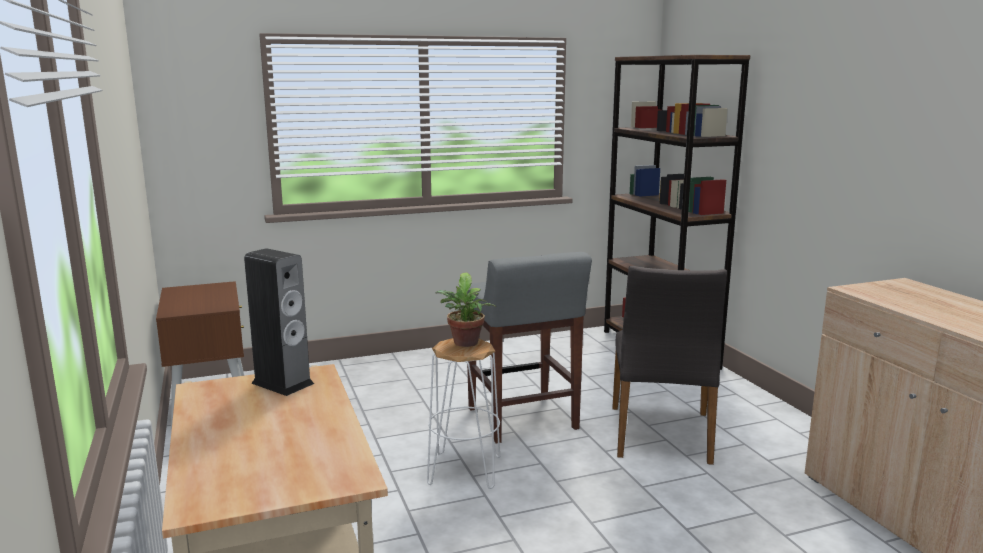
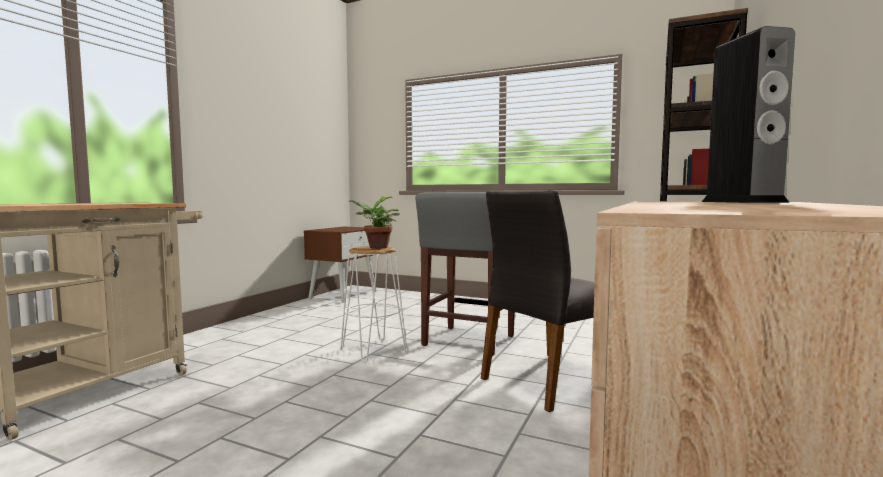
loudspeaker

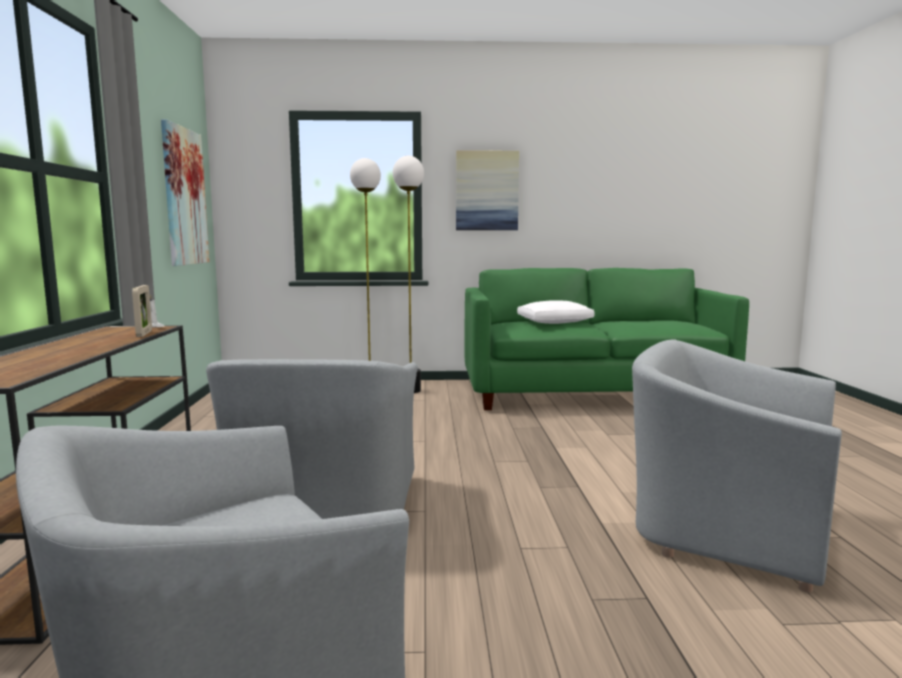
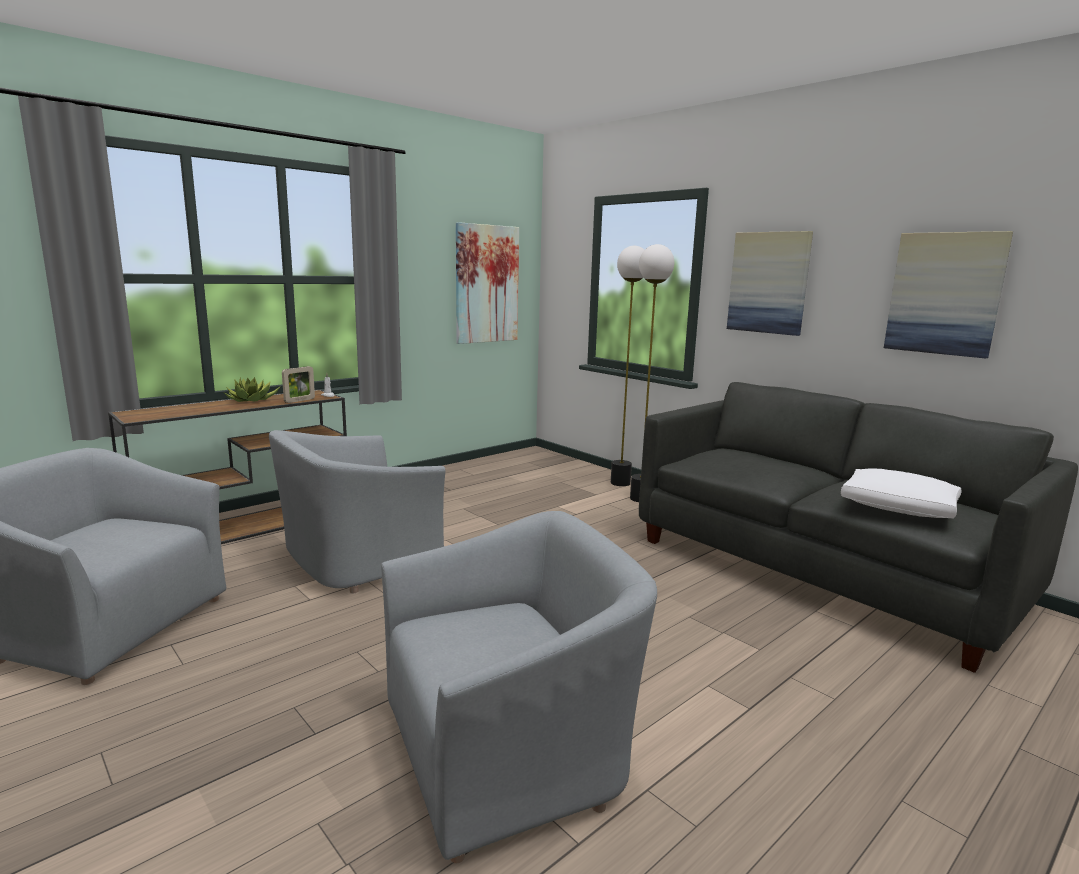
plant in a pot
wall picture (3rd from left)
whitish cushion
gray couch
gray lounge chair (3rd from left)

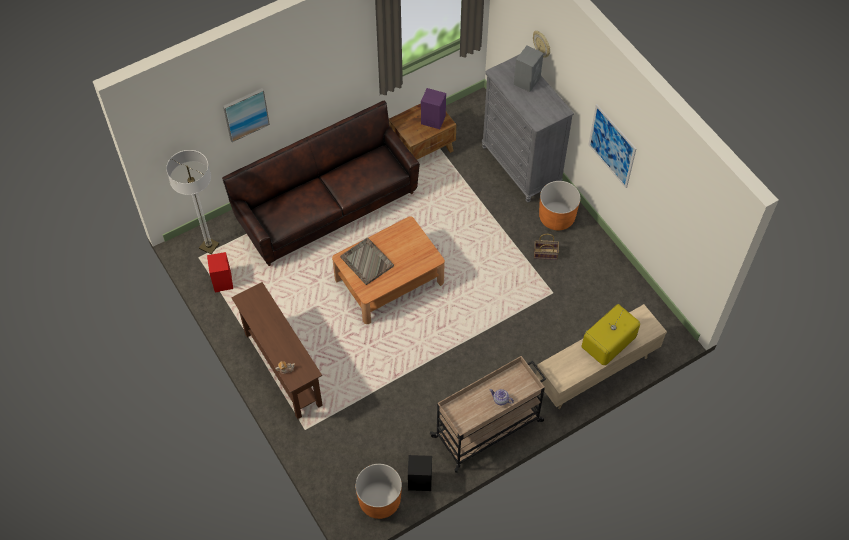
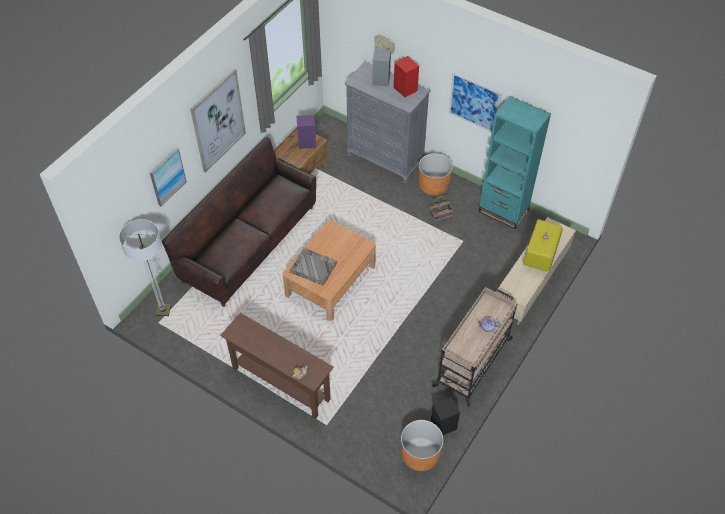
wall picture (2nd from left)
turquoise-coloured shelving unit
red loudspeaker

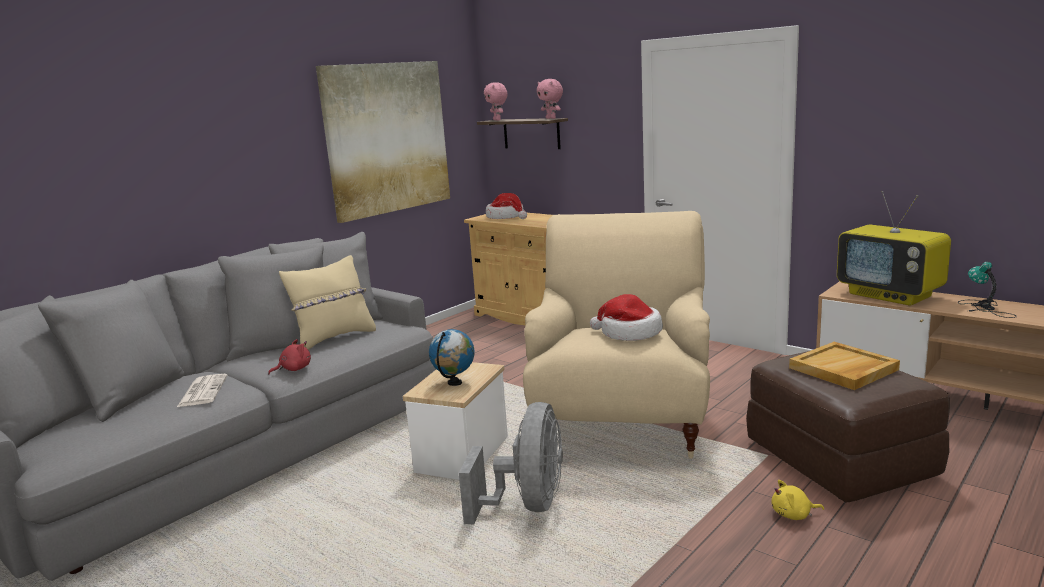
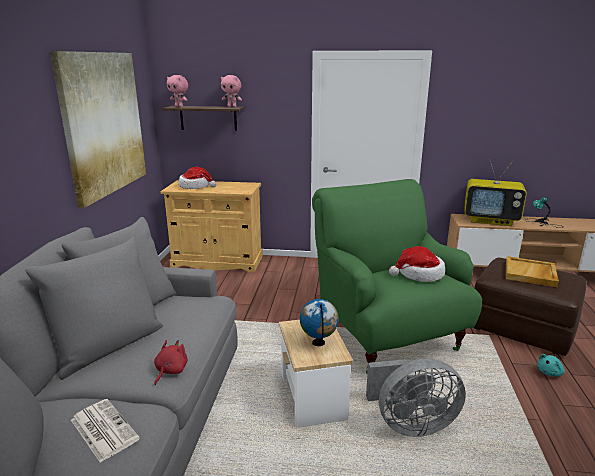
beige-coloured cushion
green-coloured lounge chair
turquoise-coloured plush toy
gray cooling fan

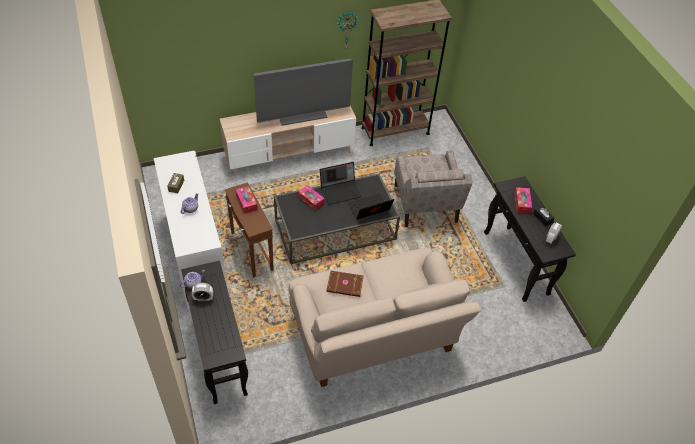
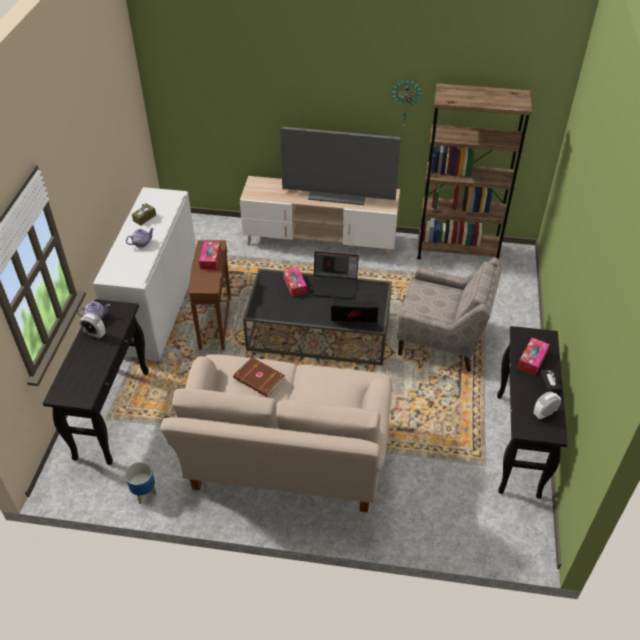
planter
beige-coloured lounge chair

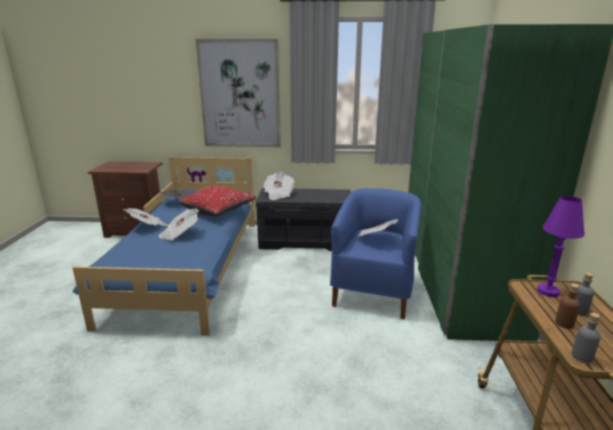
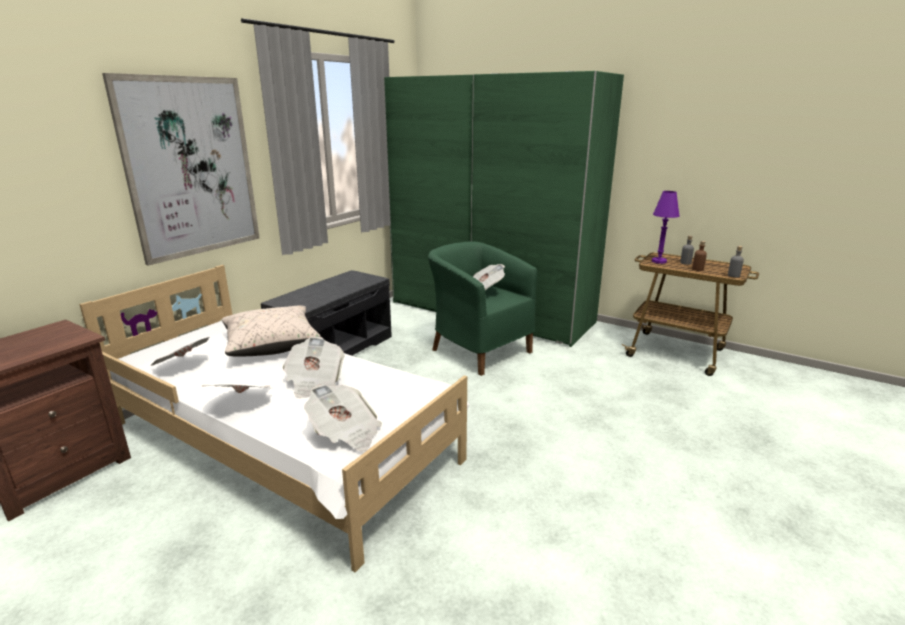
newspaper (4th from left)
whitish bedroom bed
beige-coloured cushion
green-coloured lounge chair

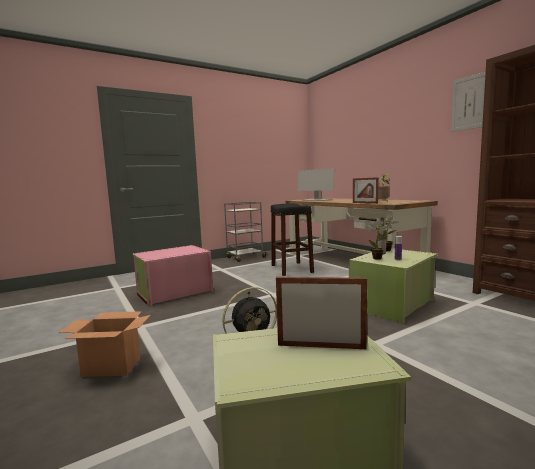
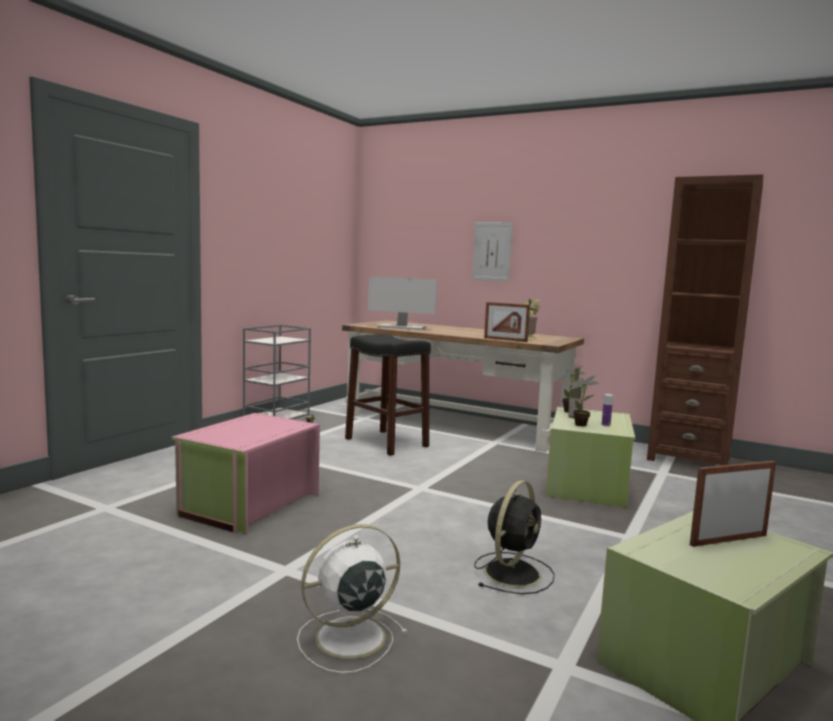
wall picture
whitish cooling fan

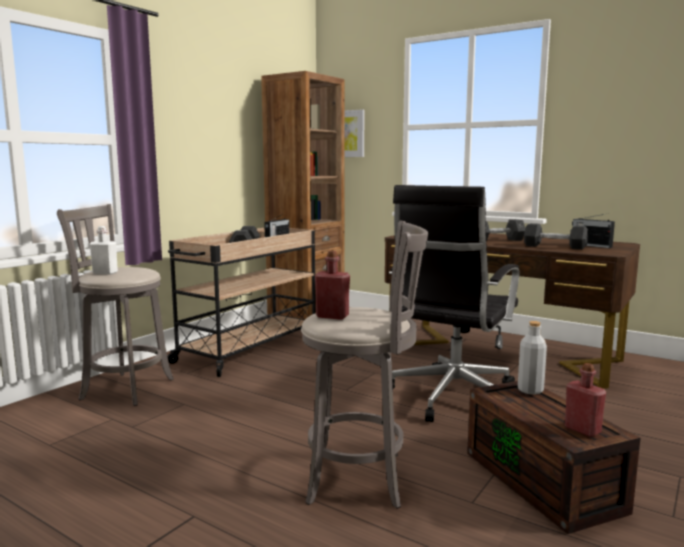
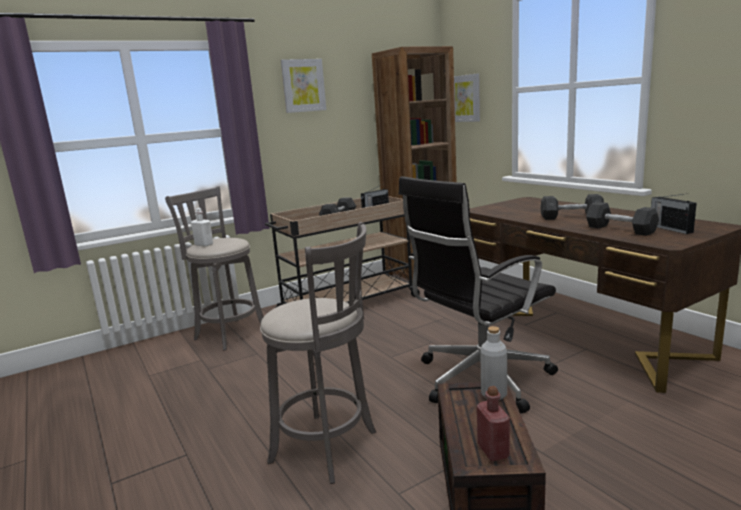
red drink bottle (1st from left in the first image)
wall picture (1st from left)

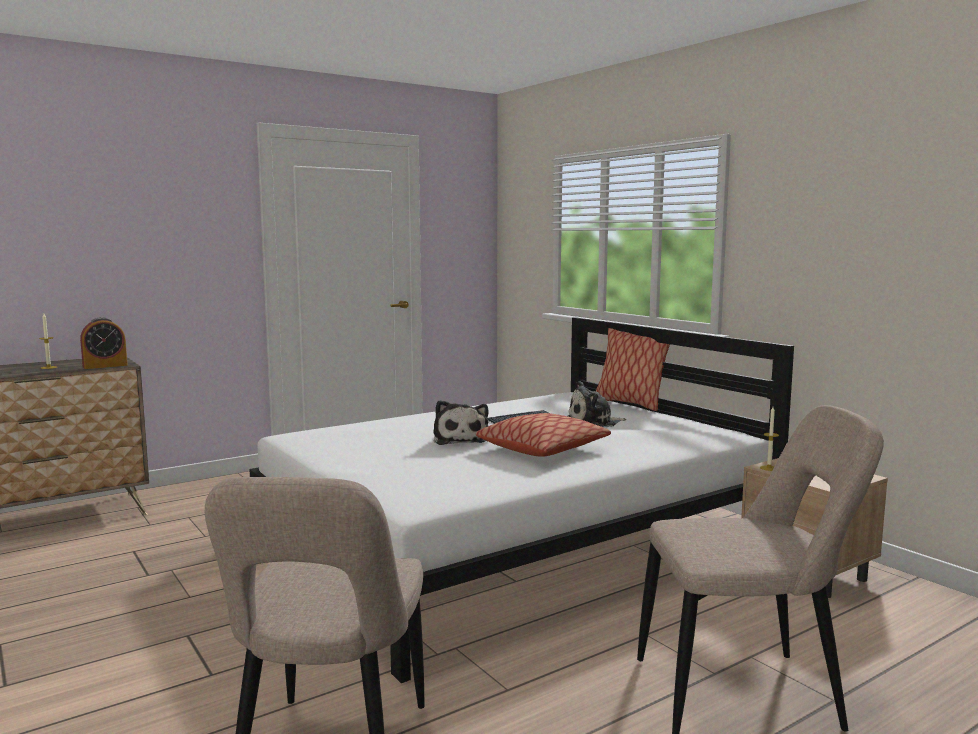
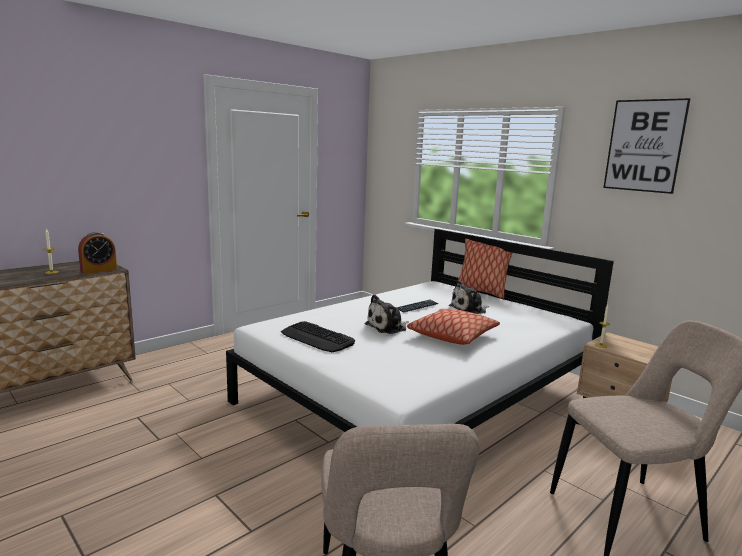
computer keyboard (1st from left)
wall picture
plush toy (1st from left)

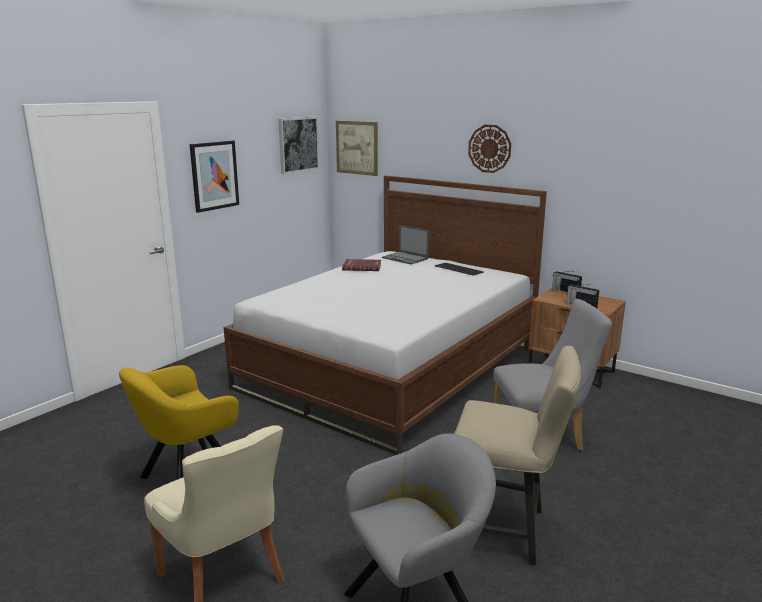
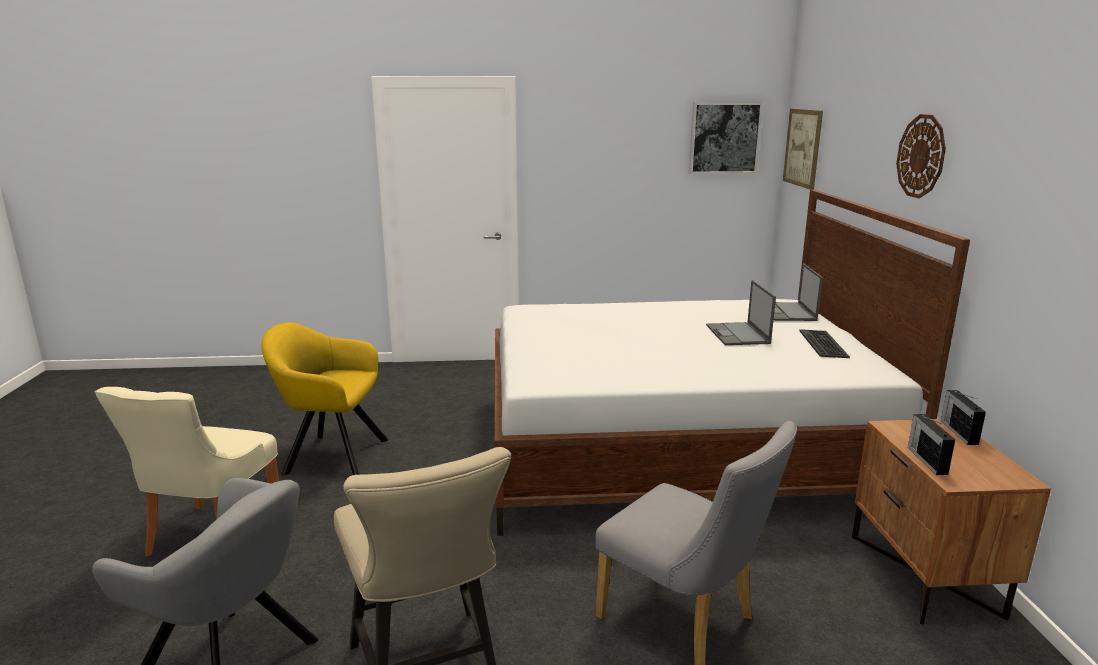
wall picture (1st from left in the first image)
red volume
notebook computer (1st from left)

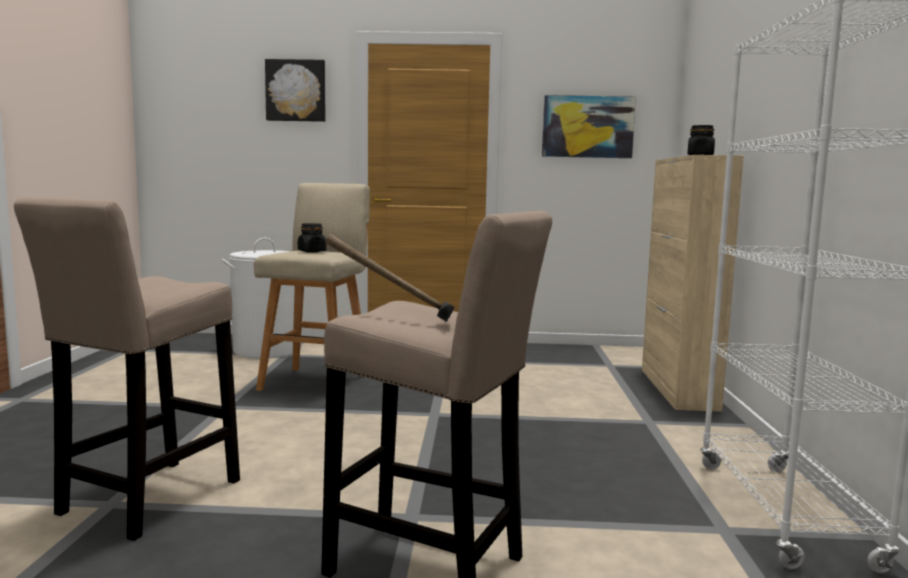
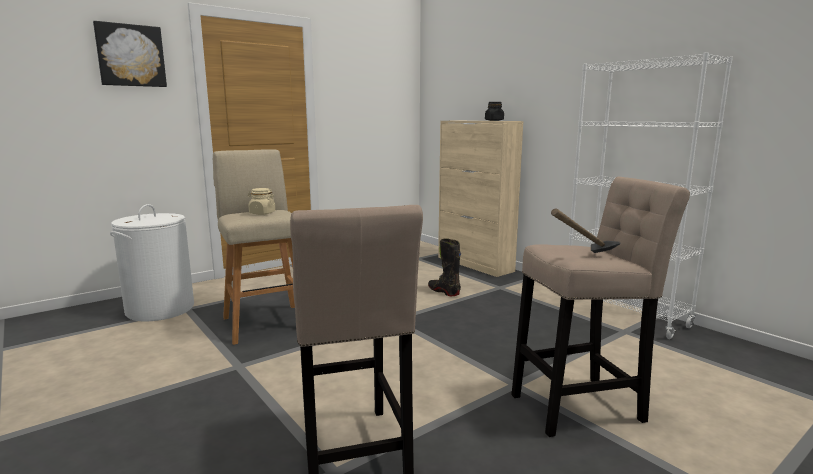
wall picture (2nd from left in the first image)
black-coloured boot
beige-coloured storage jar

